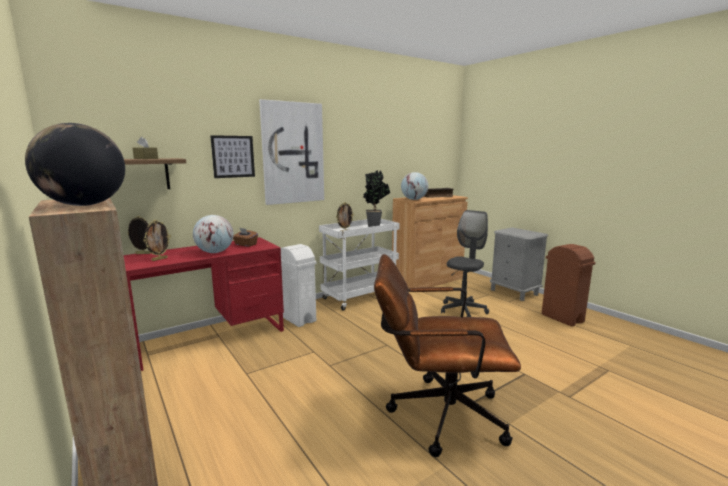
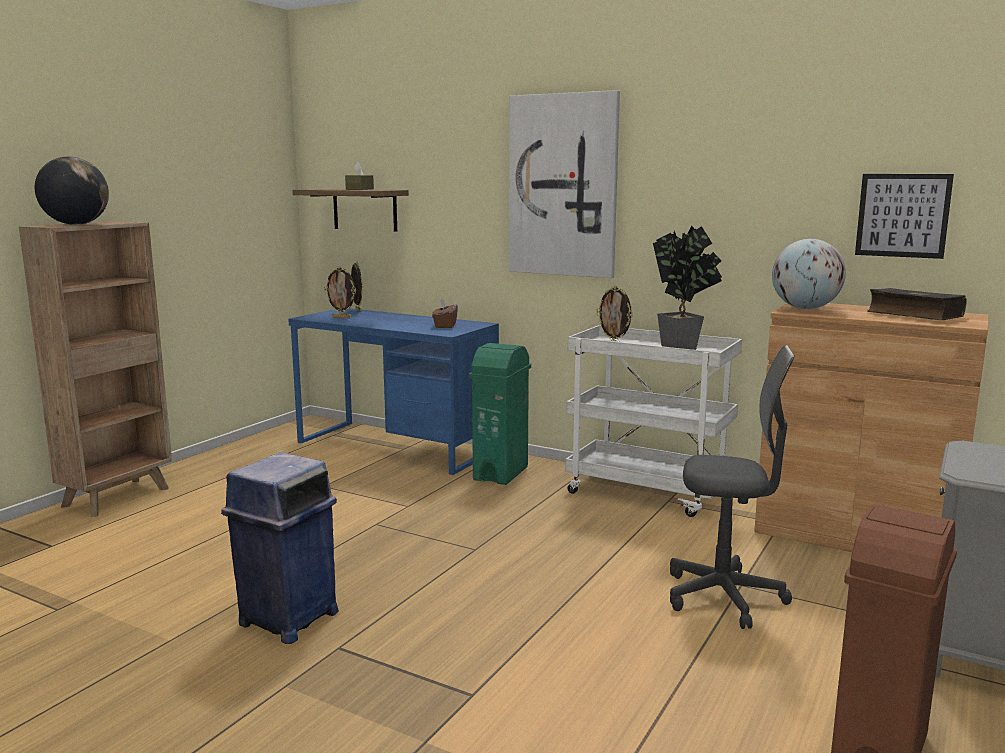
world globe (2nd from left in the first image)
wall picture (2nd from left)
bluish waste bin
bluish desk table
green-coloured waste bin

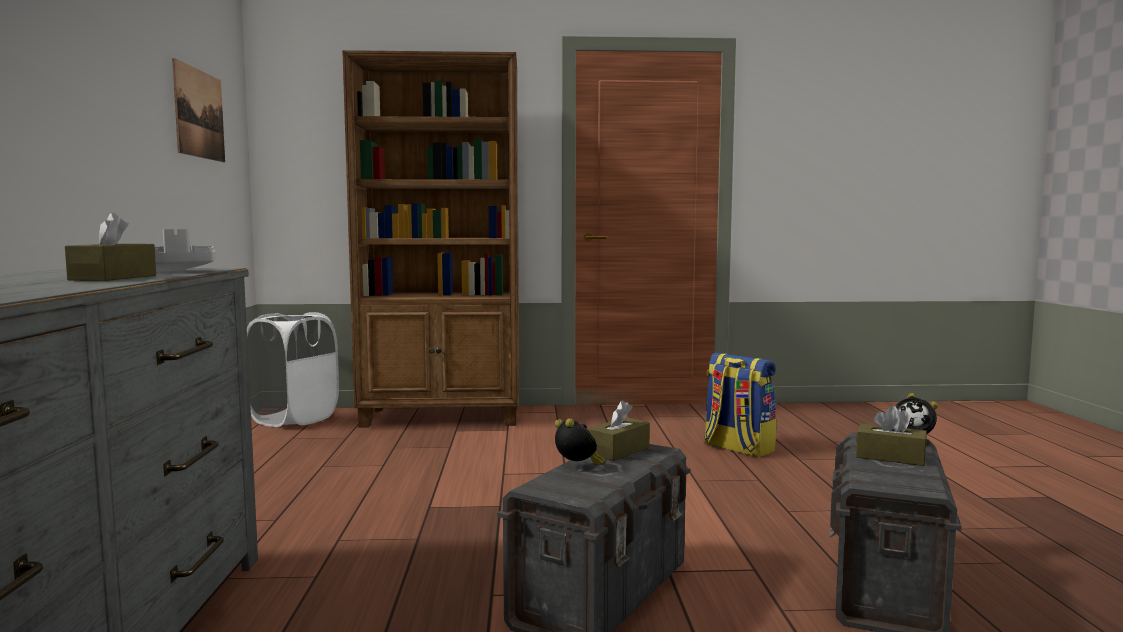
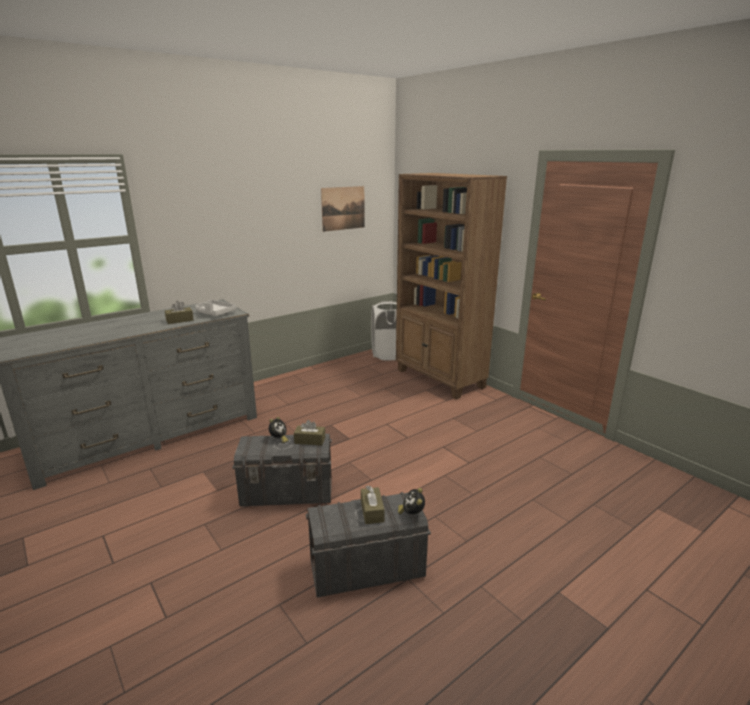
knapsack

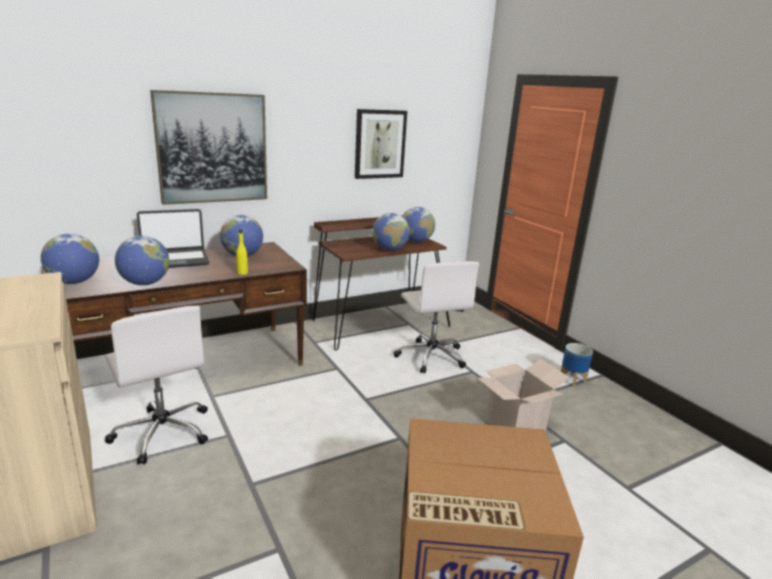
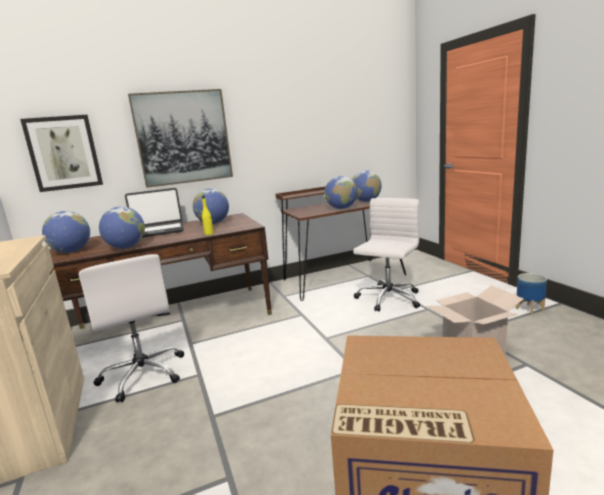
wall picture (1st from left)
whitish computer chair (2nd from left)

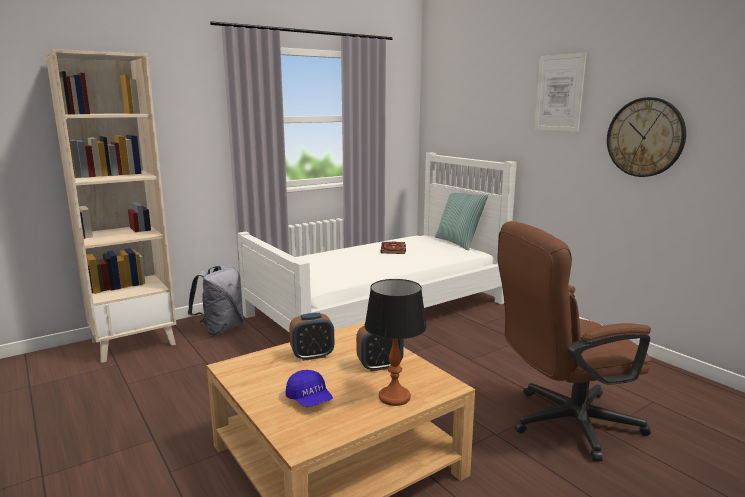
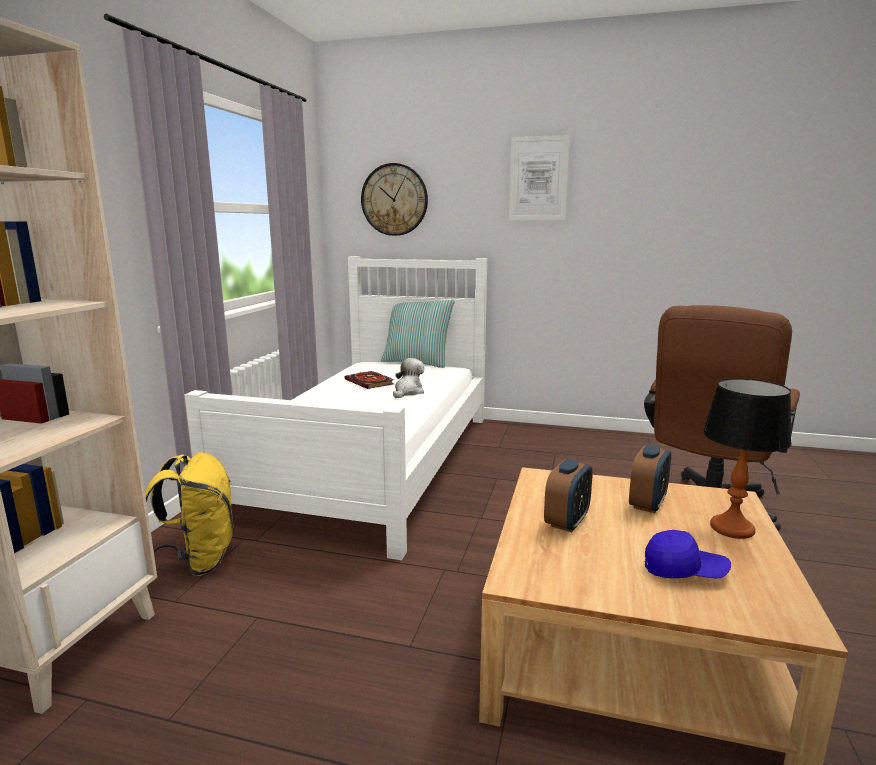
plush toy
wall clock
yellow knapsack

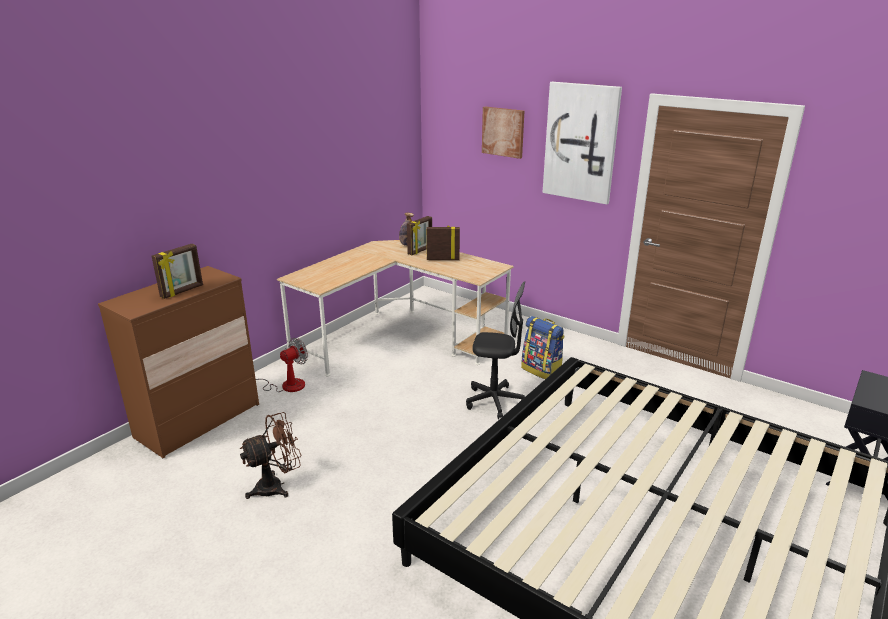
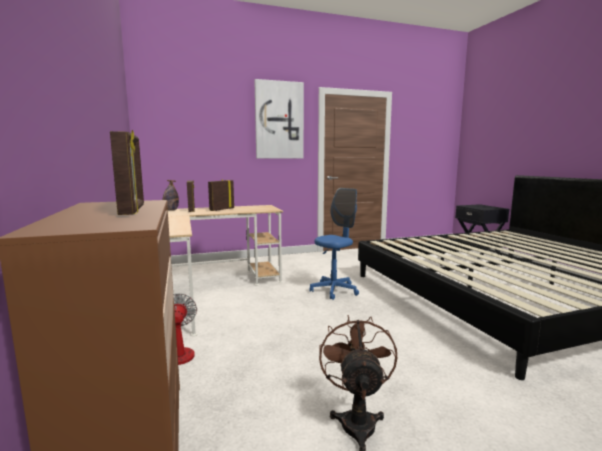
wall picture (1st from left in the first image)
knapsack
bluish computer chair

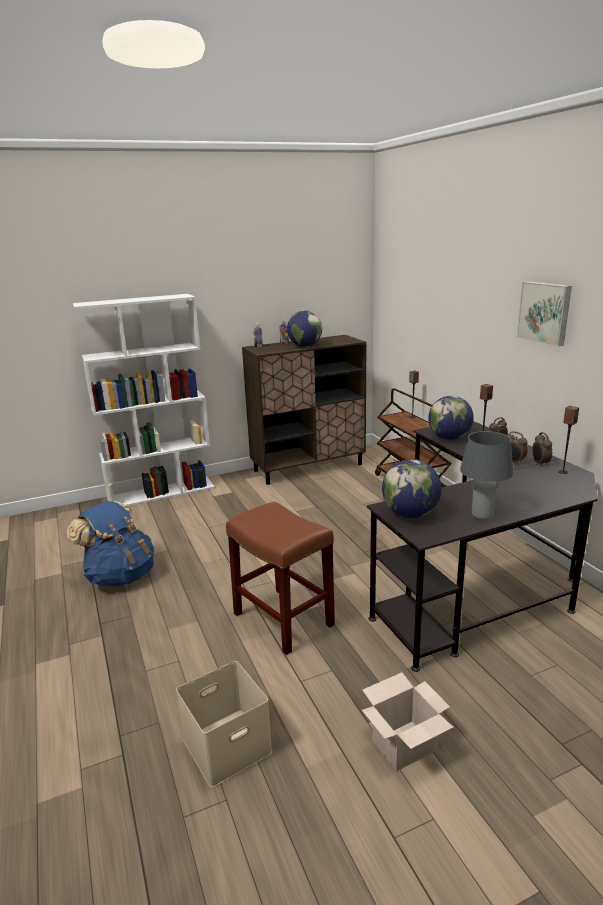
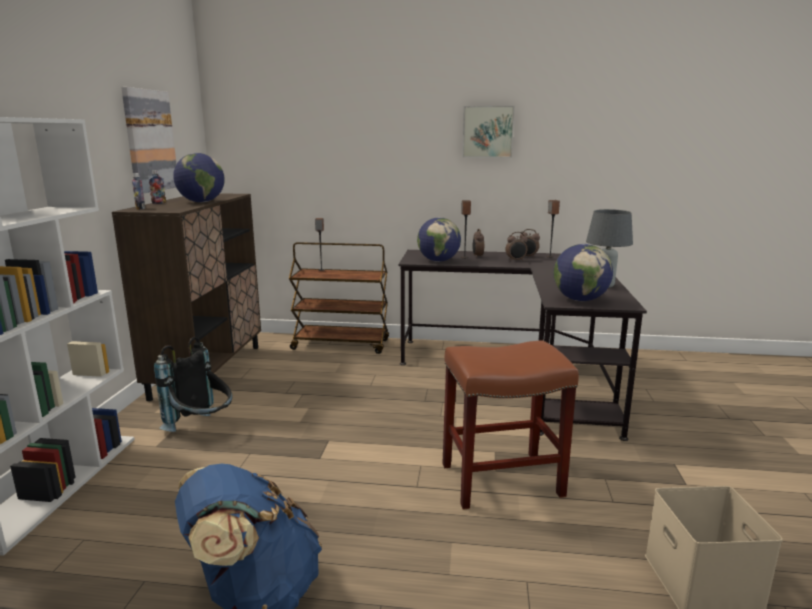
packing box
wall picture (1st from left)
black-coloured knapsack

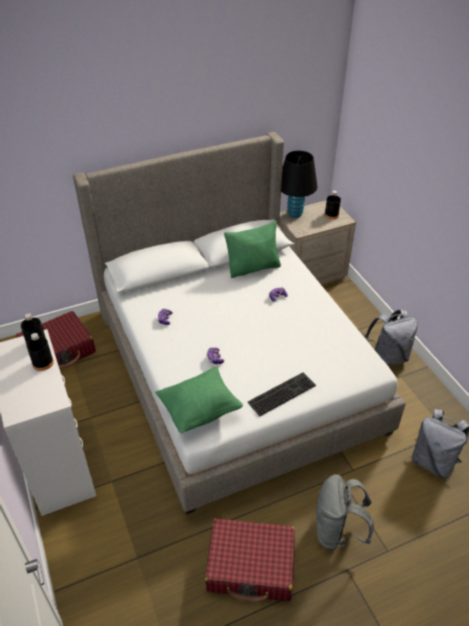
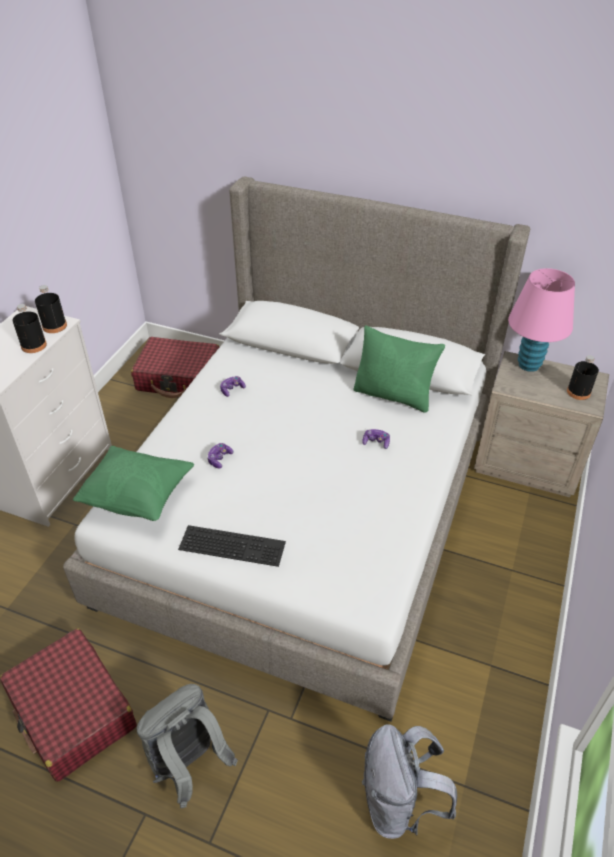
gray knapsack (2nd from left in the first image)
pinkish tabletop lamp

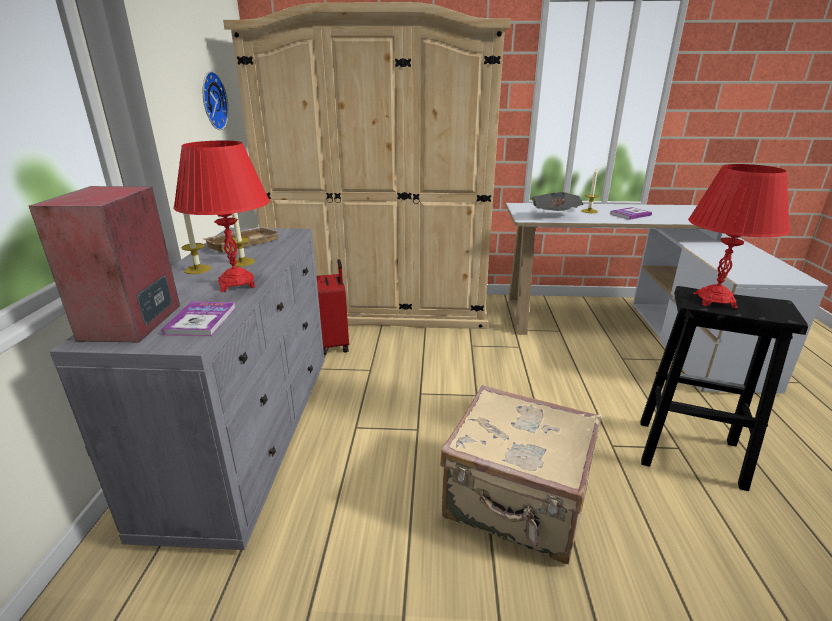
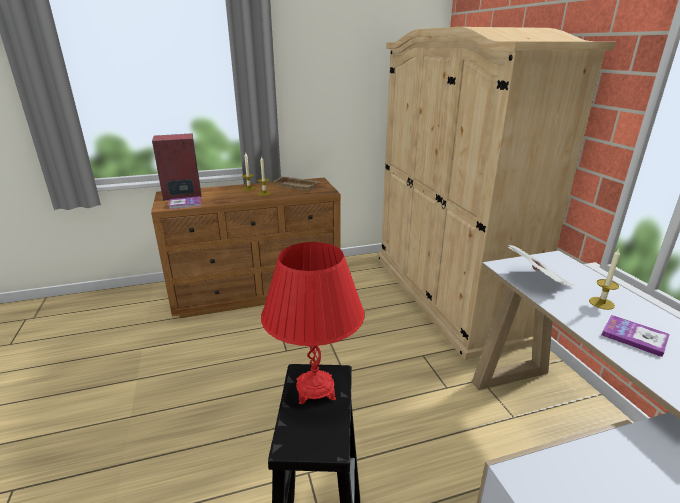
red tabletop lamp (1st from left in the first image)
wall clock
red piece of luggage
beige-coloured piece of luggage
brown dresser

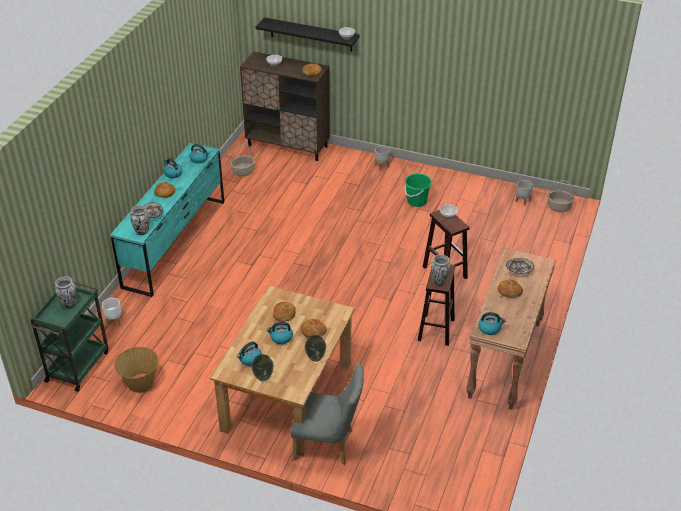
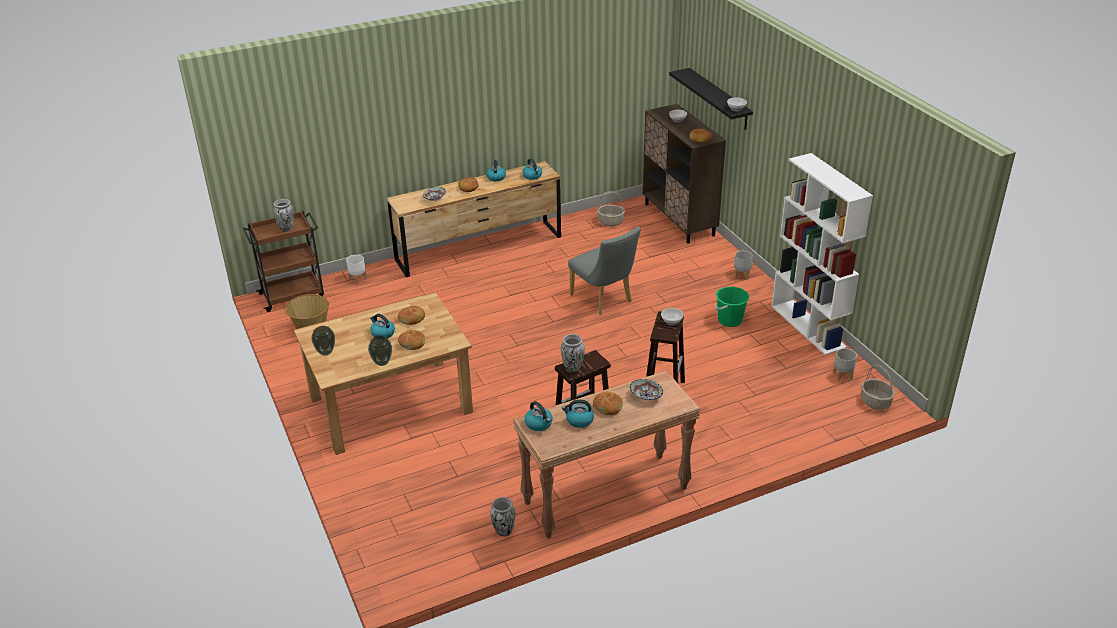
whitish shelving unit
decorative vase (4th from left)
tea kettle (5th from left)
gray upright chair
brown wheeled cart
brown dresser

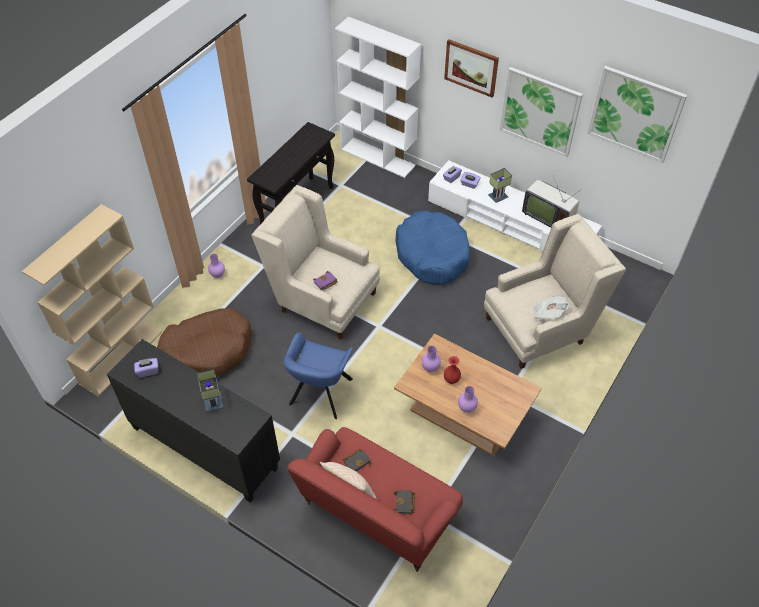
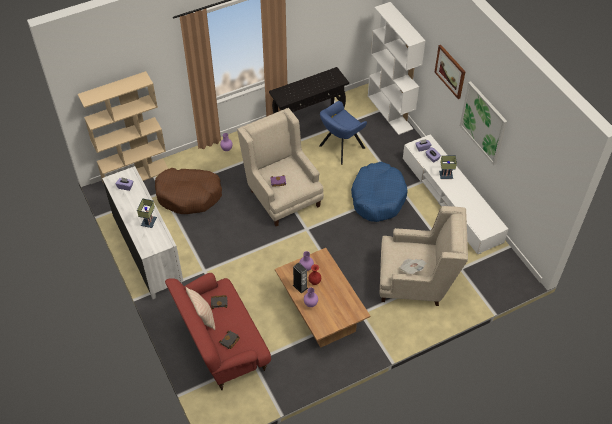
TV
wall picture (3rd from left in the first image)
loudspeaker
bluish lounge chair
whitish dresser

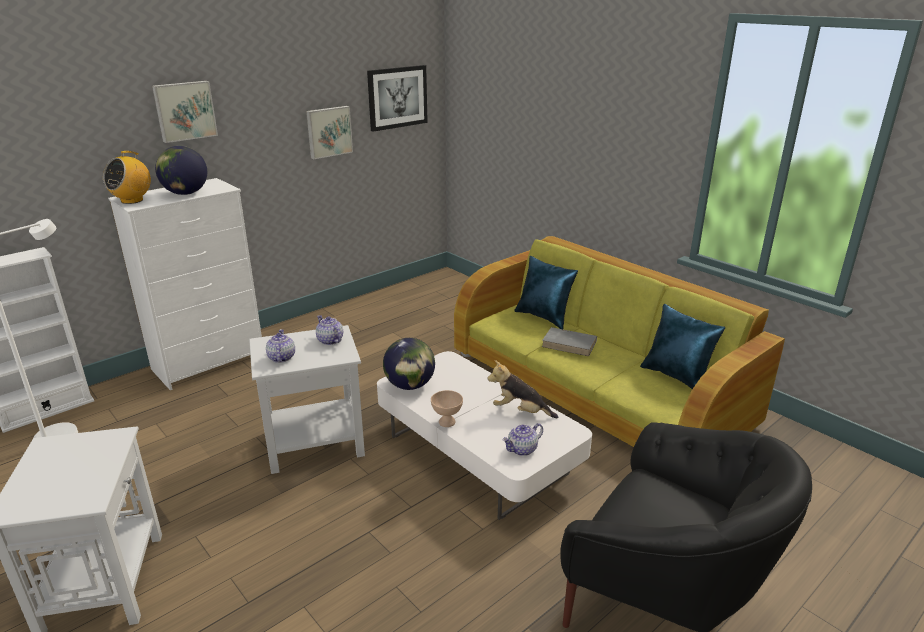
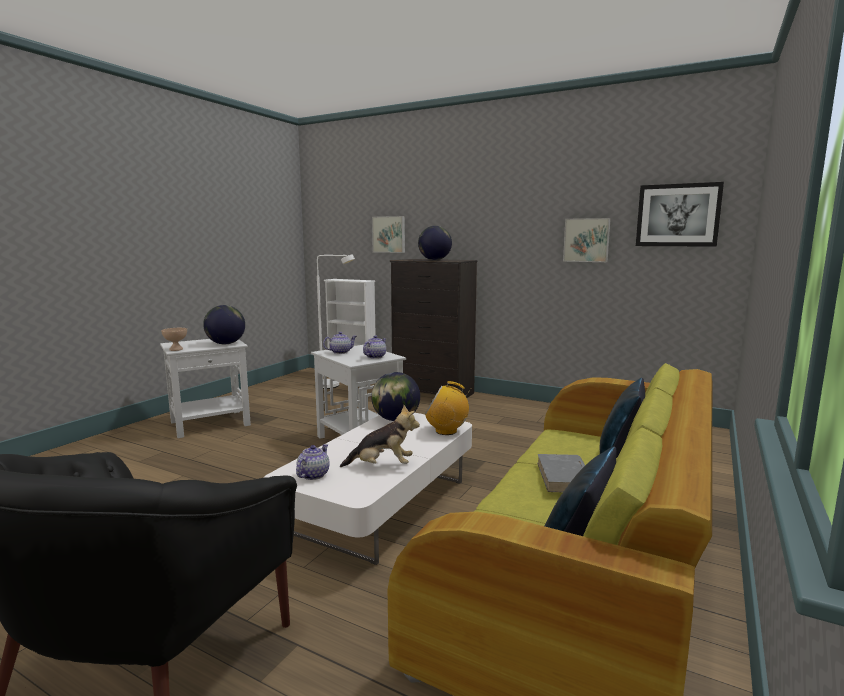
world globe (1st from left)
radio
wall picture (1st from left)
beige-coloured deep dish
black-coloured dresser
plush toy
teapot (1st from left)

